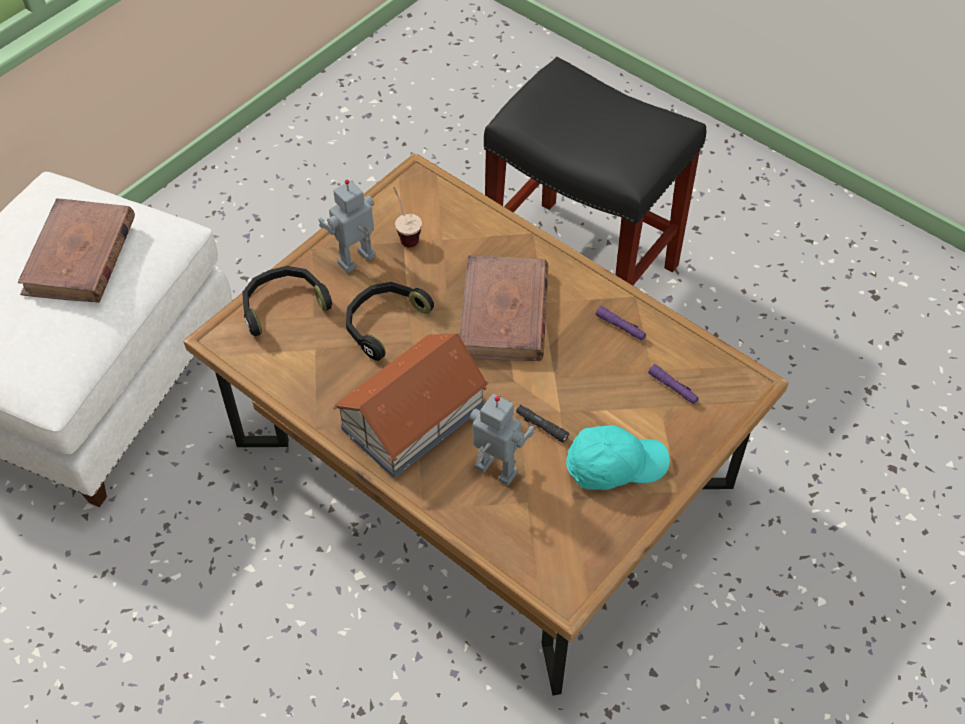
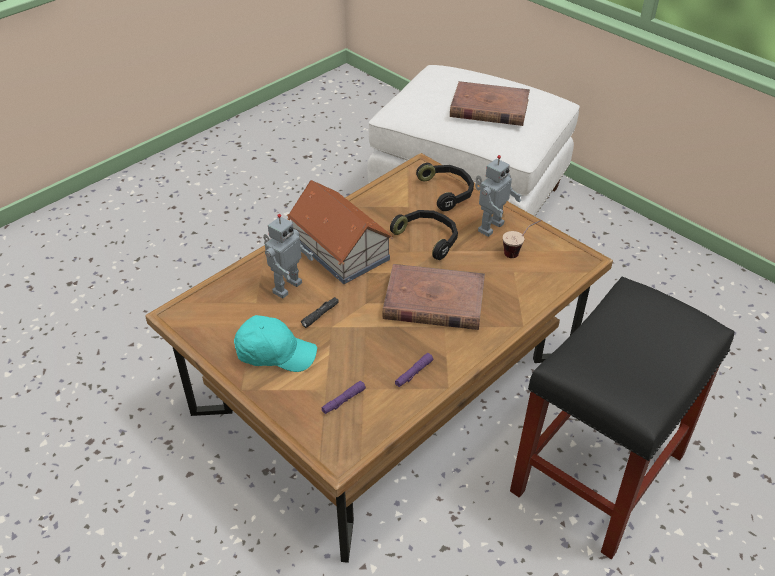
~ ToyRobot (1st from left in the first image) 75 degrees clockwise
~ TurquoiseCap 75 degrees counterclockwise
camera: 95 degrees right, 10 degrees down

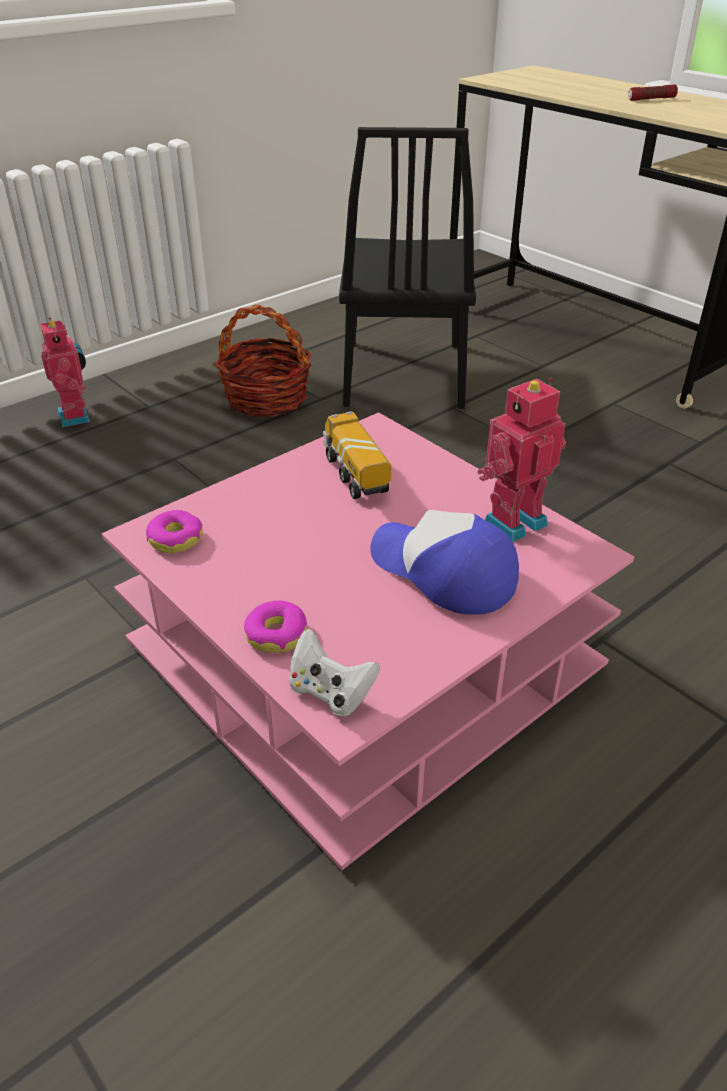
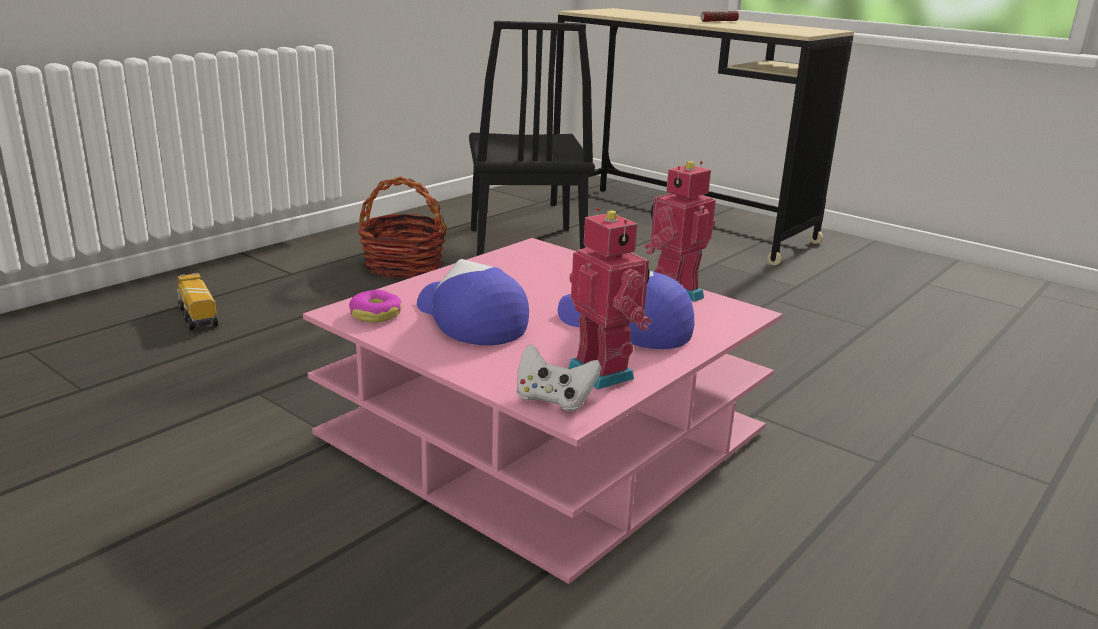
- Donut (2nd from left)
+ Cap (1st from left)
~ ToyRobot (1st from left)
~ ToyTruck
camera: 10 degrees left, 15 degrees down

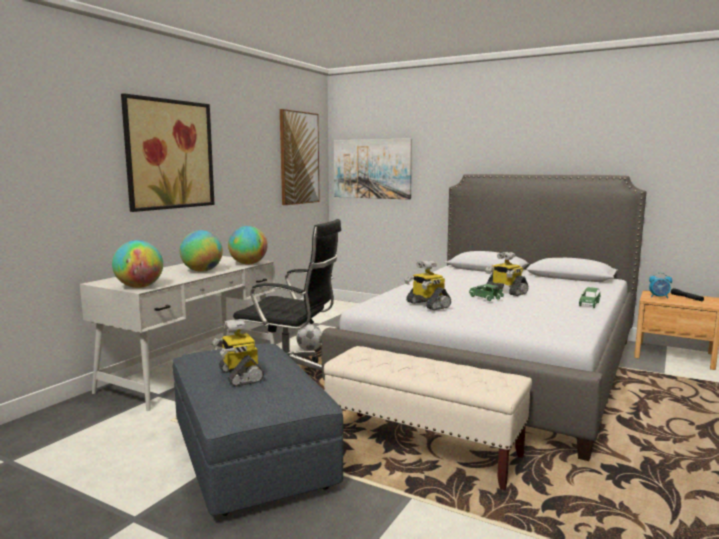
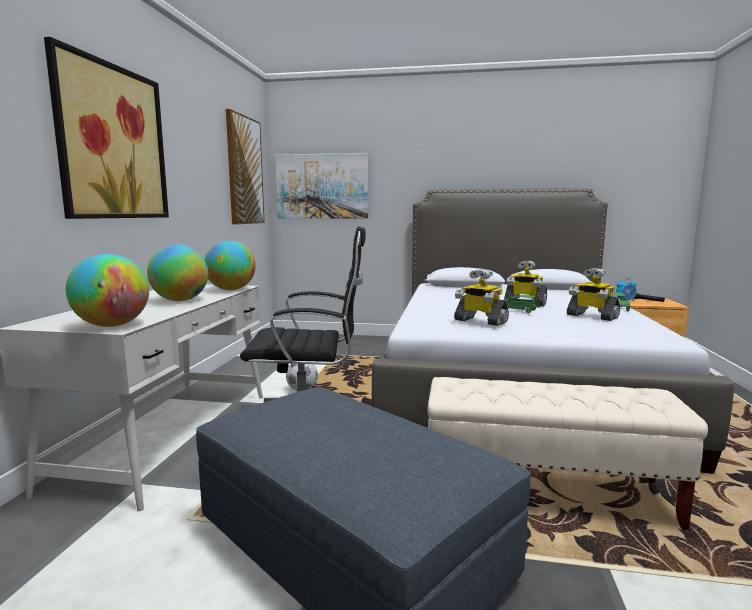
~ ToyRobot (1st from left in the first image) to ToyRobot (3rd from left)
camera: 20 degrees left, 0 degrees up

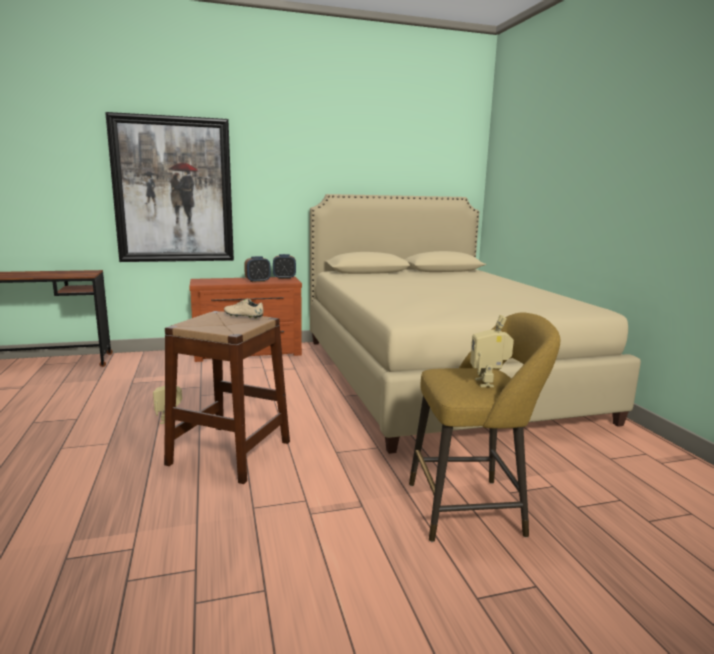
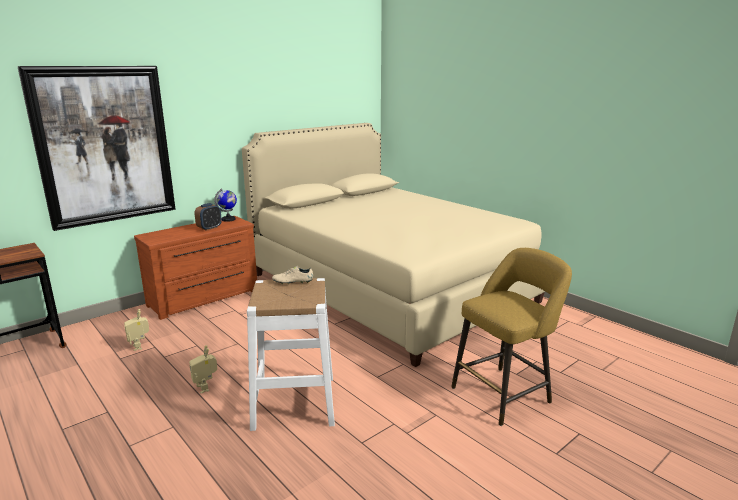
~ ToyRobot (2nd from left in the first image) to ToyRobot (1st from left)
~ AlarmClock (2nd from left) to Globe
~ BrownStool to WhiteStool
camera: 25 degrees left, 5 degrees up

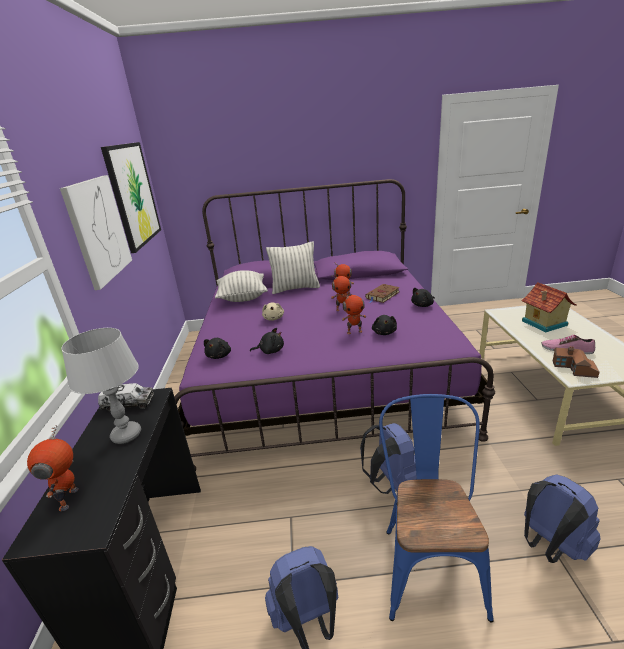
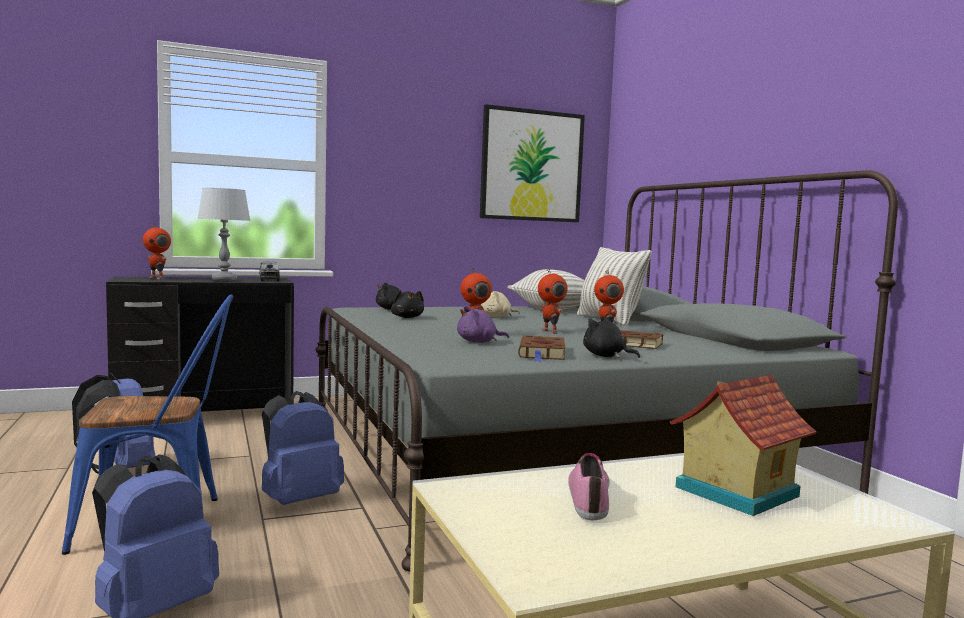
- Picture (1st from left)
- ToyHouse (2nd from left)
+ BrownBook (1st from left)
~ PurpleBed to GreyBed
~ BlackPlushToy (3rd from left) to PurplePlushToy
~ ToyRobot (1st from left) 120 degrees counterclockwise
camera: 70 degrees right, 20 degrees down

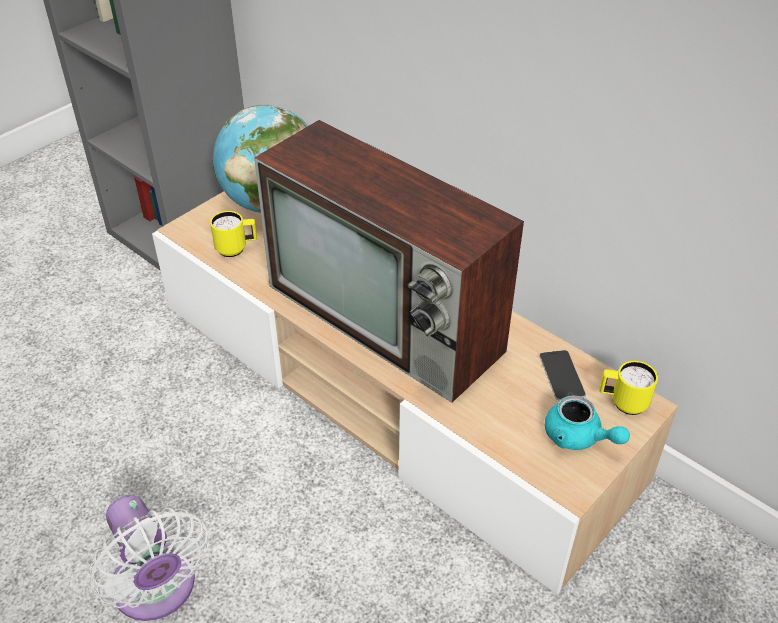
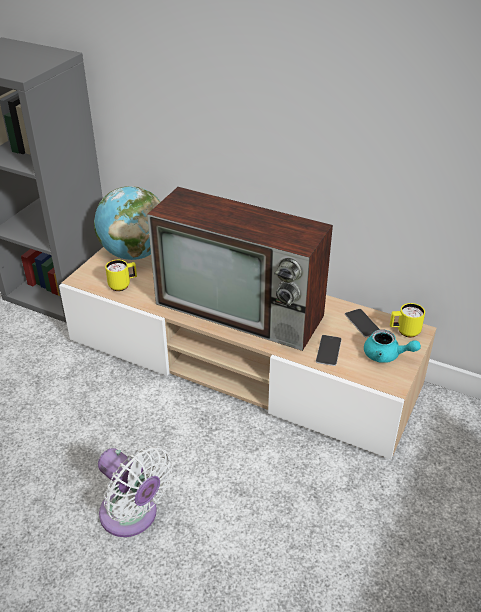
+ Phone (1st from left)
camera: 15 degrees left, 5 degrees down

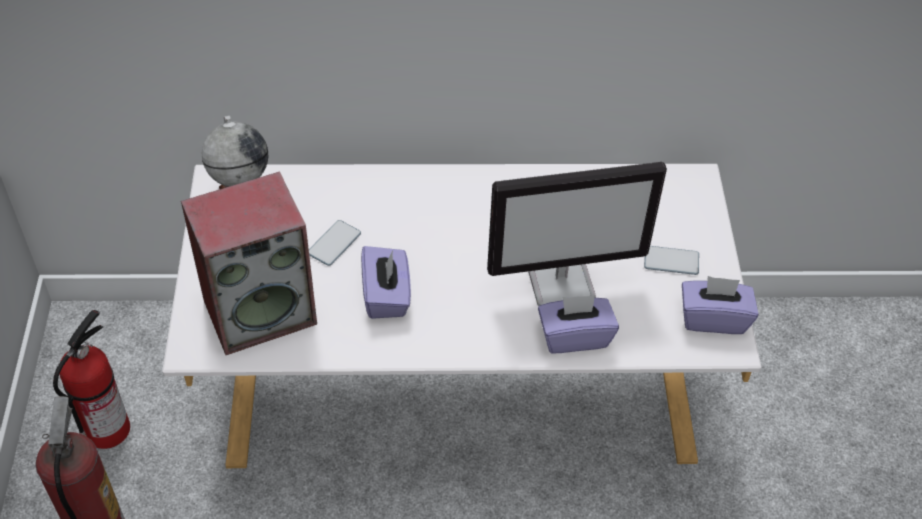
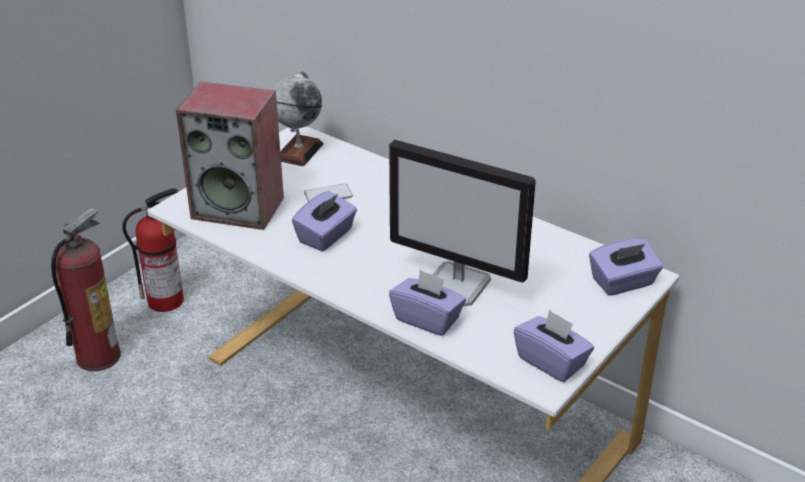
- Phone (2nd from left)
+ PurpleTissueBox (4th from left)
camera: 40 degrees right, 15 degrees down

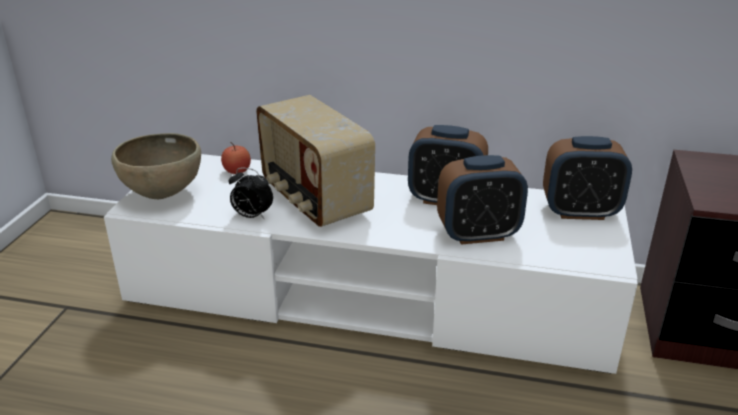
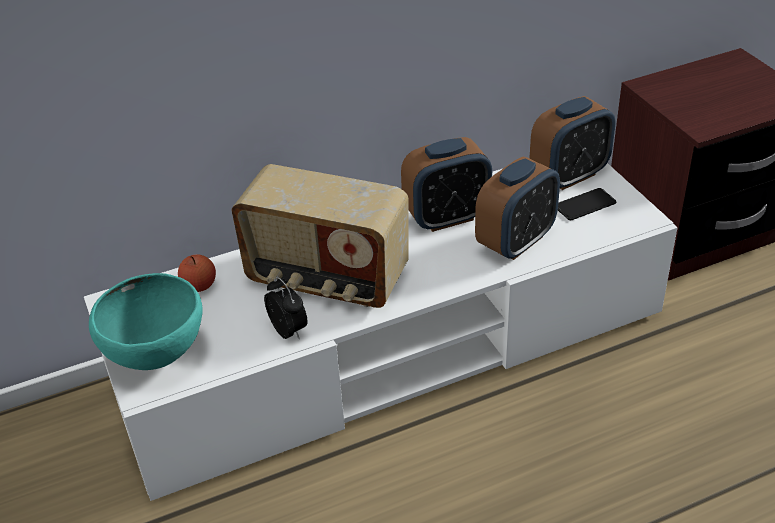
+ Phone
~ BrownBowl to TurquoiseBowl
~ AlarmClock (1st from left) 105 degrees counterclockwise
camera: 35 degrees left, 10 degrees up

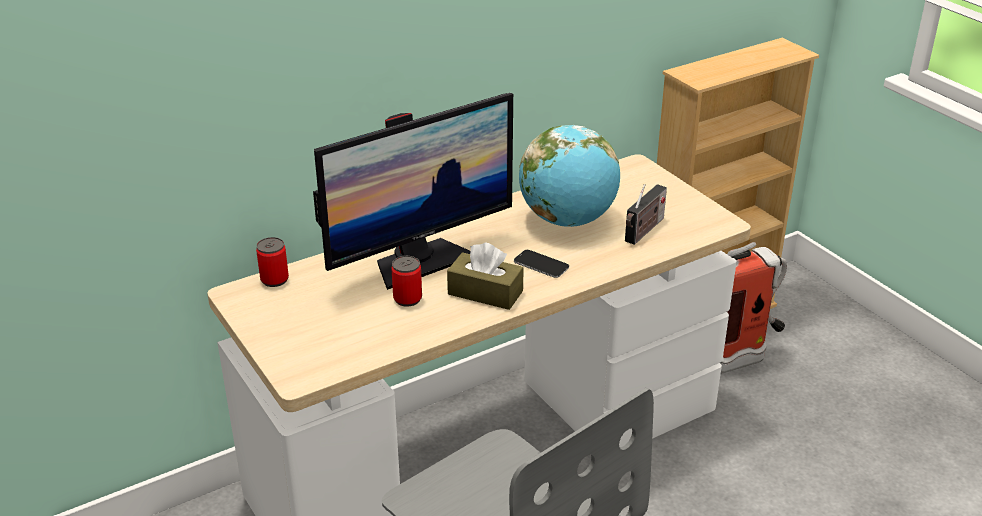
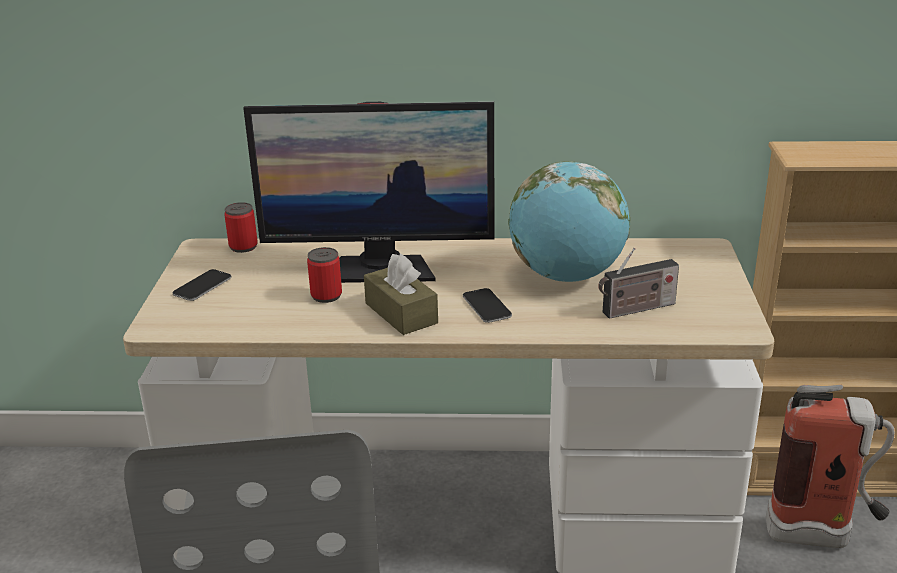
+ Phone (1st from left)
camera: 35 degrees right, 5 degrees down

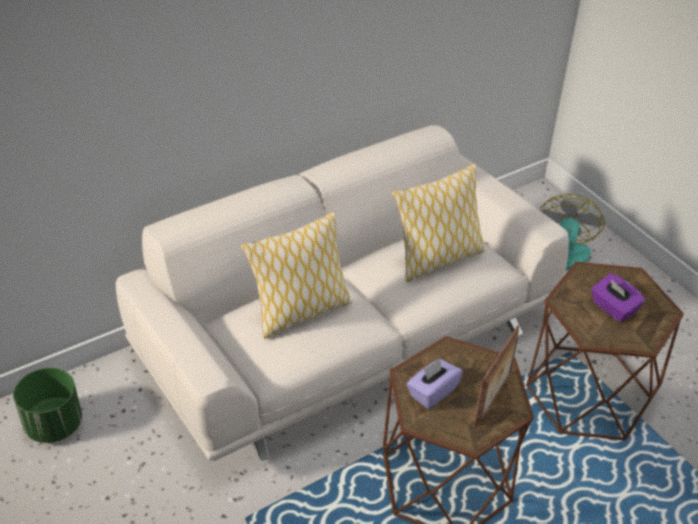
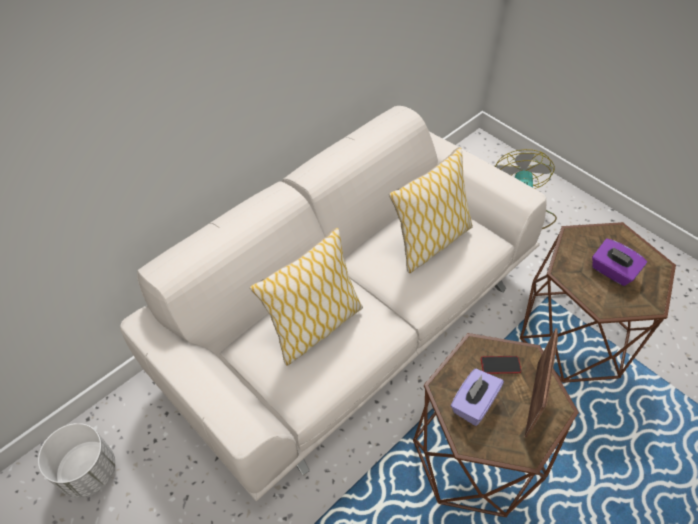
+ Phone
~ GreenPlanter to WhitePlanter
camera: 10 degrees left, 10 degrees up

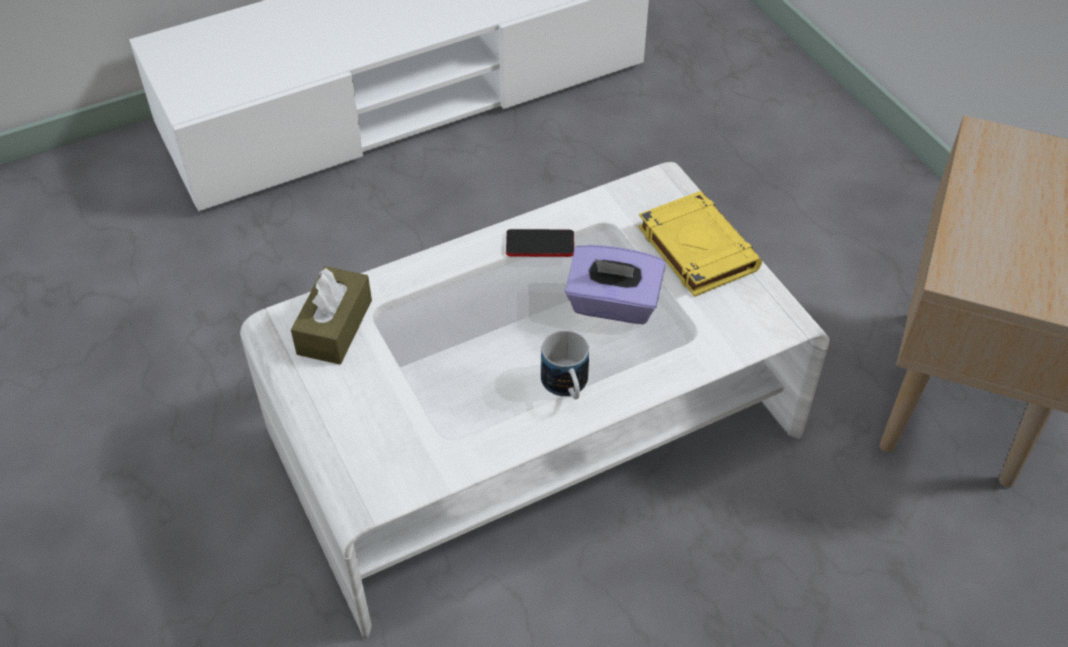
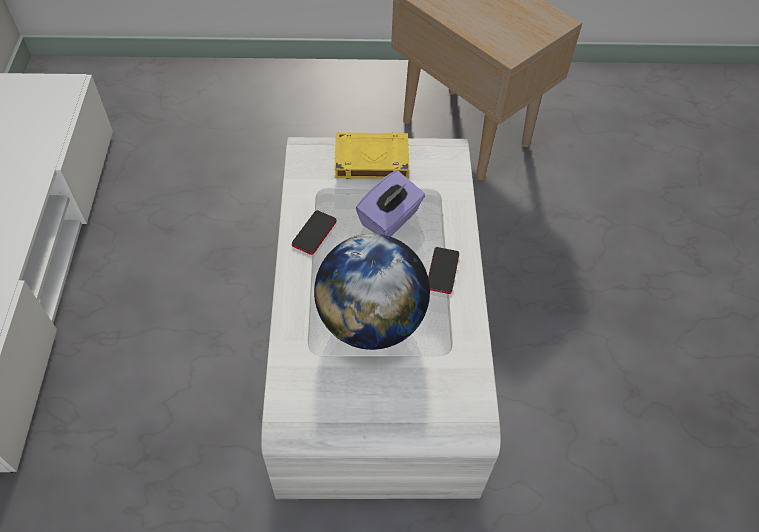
- BrownTissueBox
+ Globe
~ Mug to Phone (2nd from left)
camera: 65 degrees left, 5 degrees up

